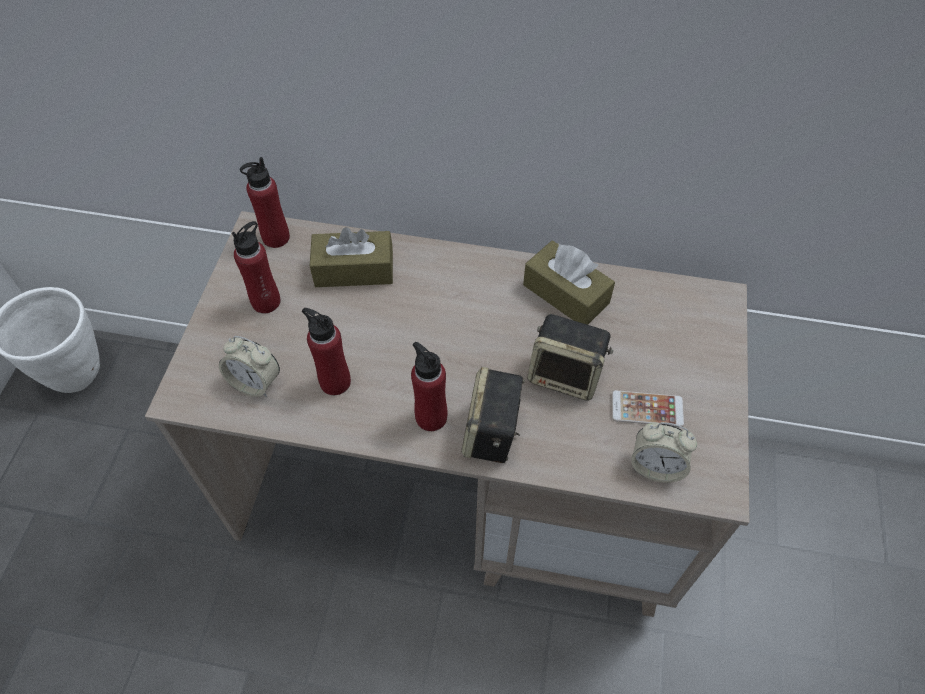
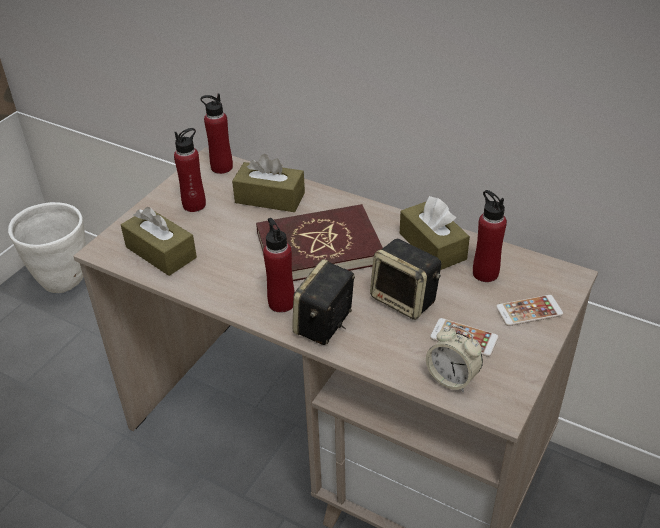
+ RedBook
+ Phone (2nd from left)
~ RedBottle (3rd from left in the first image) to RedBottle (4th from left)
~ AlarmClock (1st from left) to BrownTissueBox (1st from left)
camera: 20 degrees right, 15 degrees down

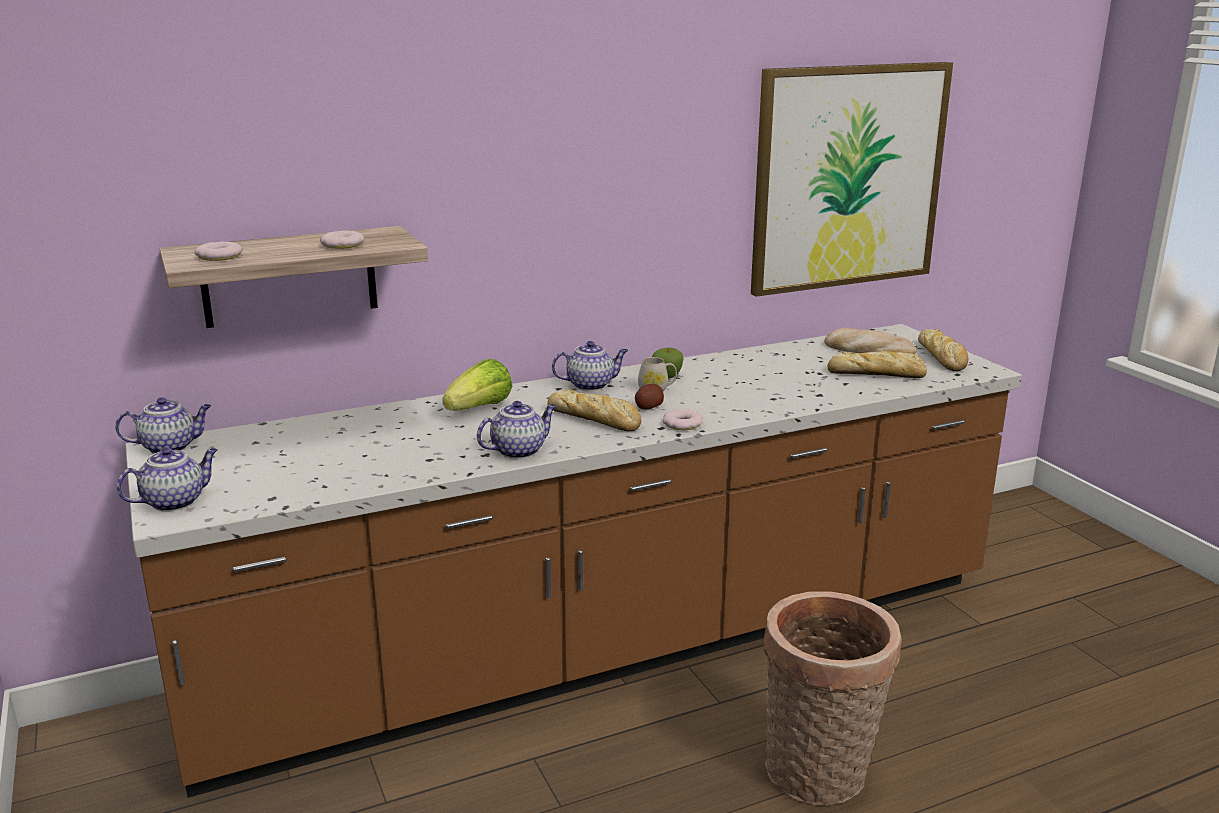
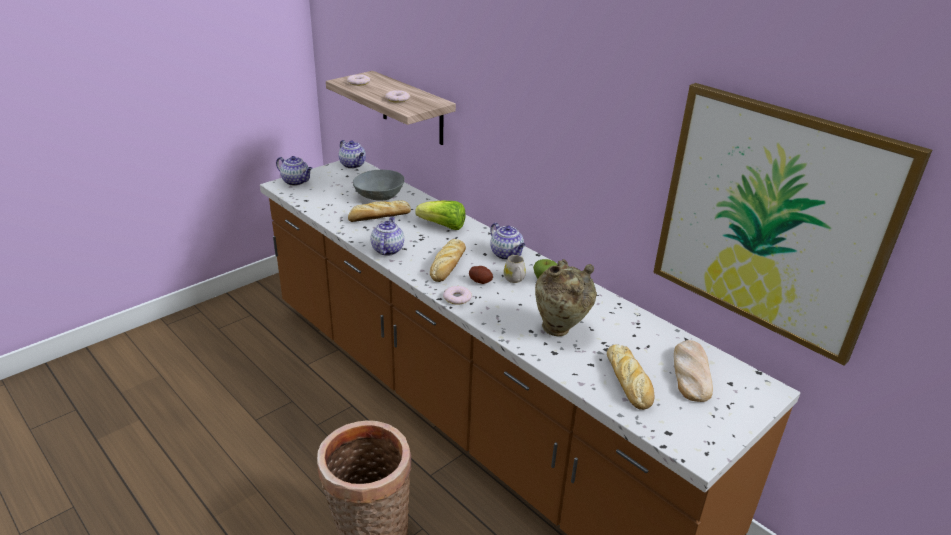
+ GreyBowl
+ BeigeVase
~ Bread (4th from left in the first image) to Bread (1st from left)
~ Teapot (3rd from left) 120 degrees counterclockwise
camera: 70 degrees right, 10 degrees up

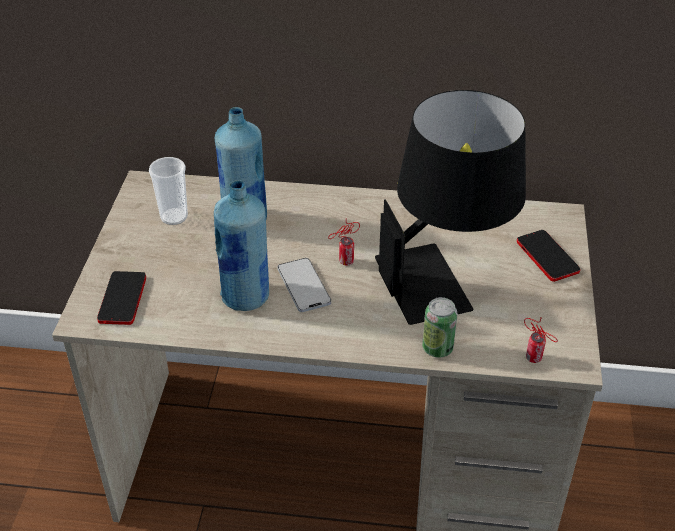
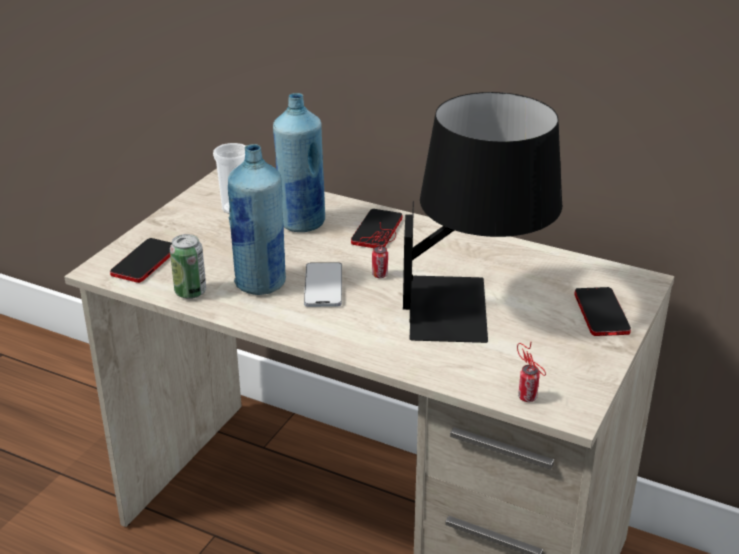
+ Phone (3rd from left)
~ Can (2nd from left in the first image) to Can (1st from left)
camera: 20 degrees right, 10 degrees down

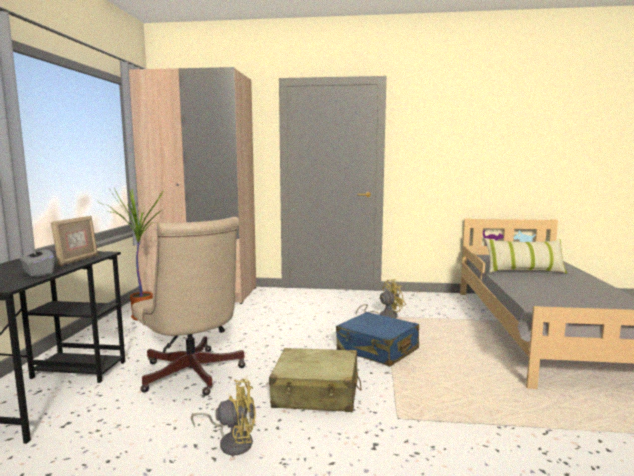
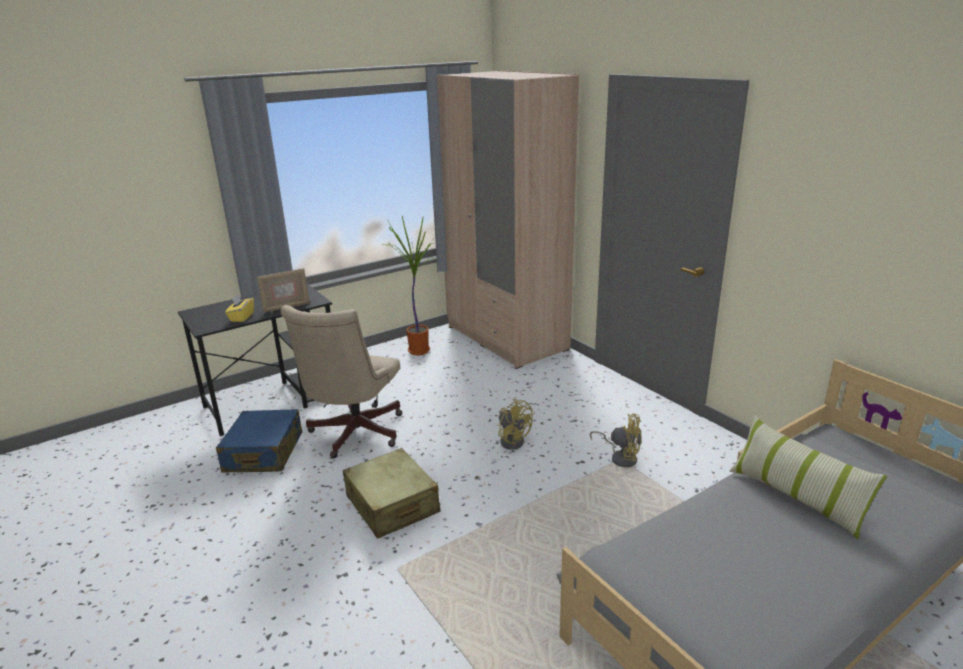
~ YellowFan (1st from left)
~ BlueSuitcase
~ GreyTissueBox to YellowTissueBox
camera: 50 degrees right, 15 degrees up

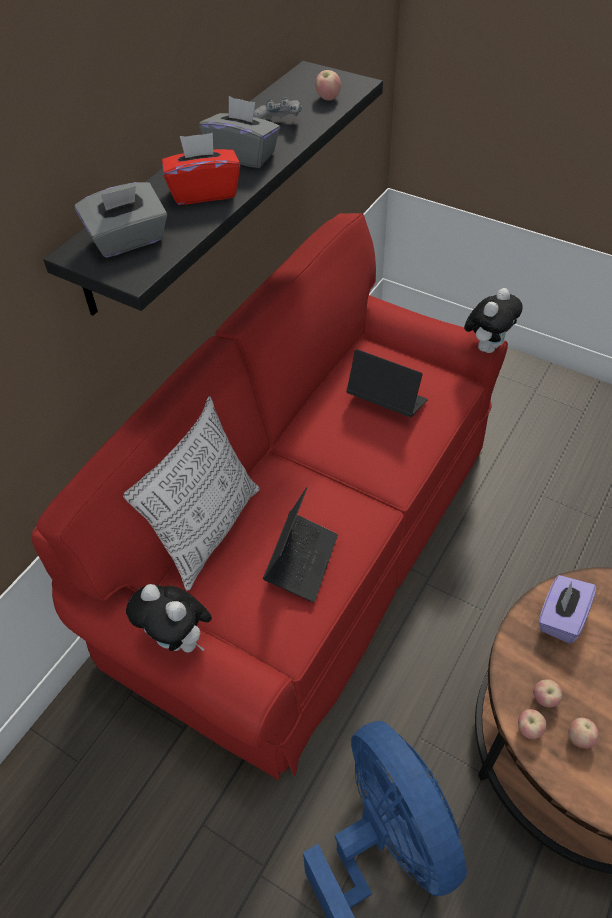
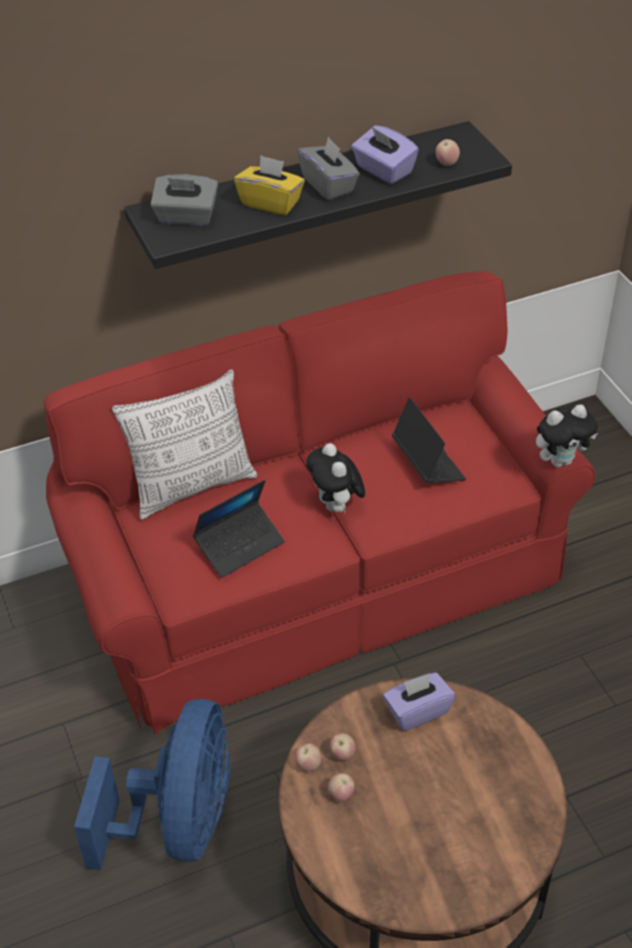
~ PlushToy (1st from left)
~ GreyGameController to PurpleTissueBox (1st from left)
~ RedTissueBox to YellowTissueBox
camera: 35 degrees right, 5 degrees down

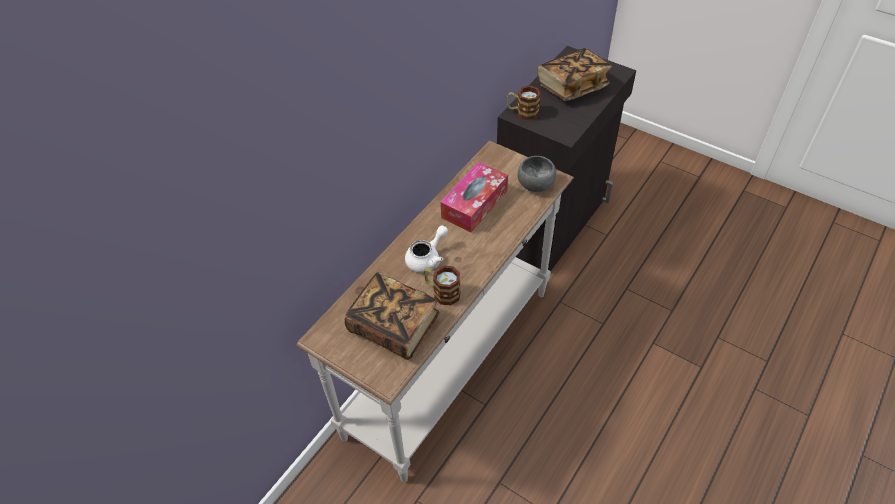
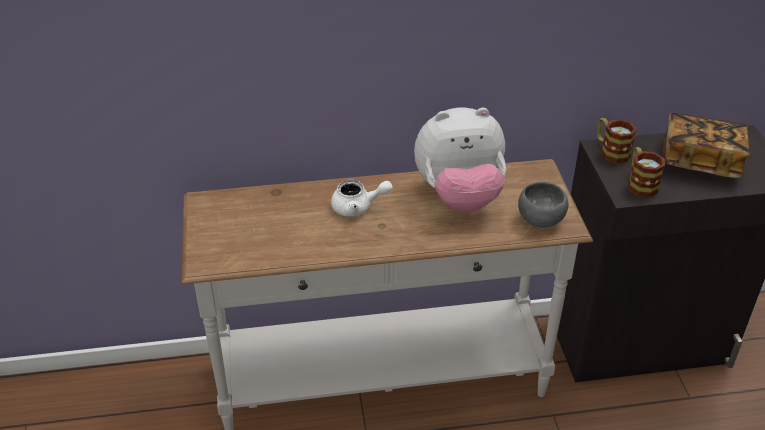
- Book (1st from left)
~ Mug (1st from left in the first image) to Mug (2nd from left)
~ TissueBox to PlushToy
camera: 45 degrees right, 10 degrees down

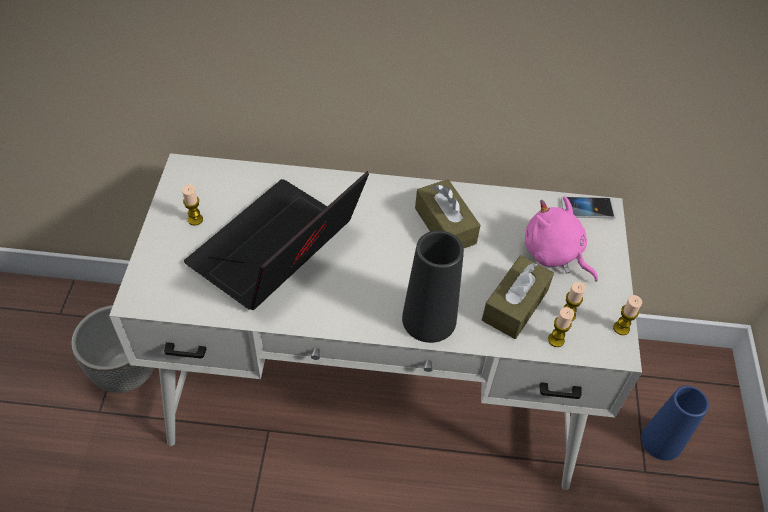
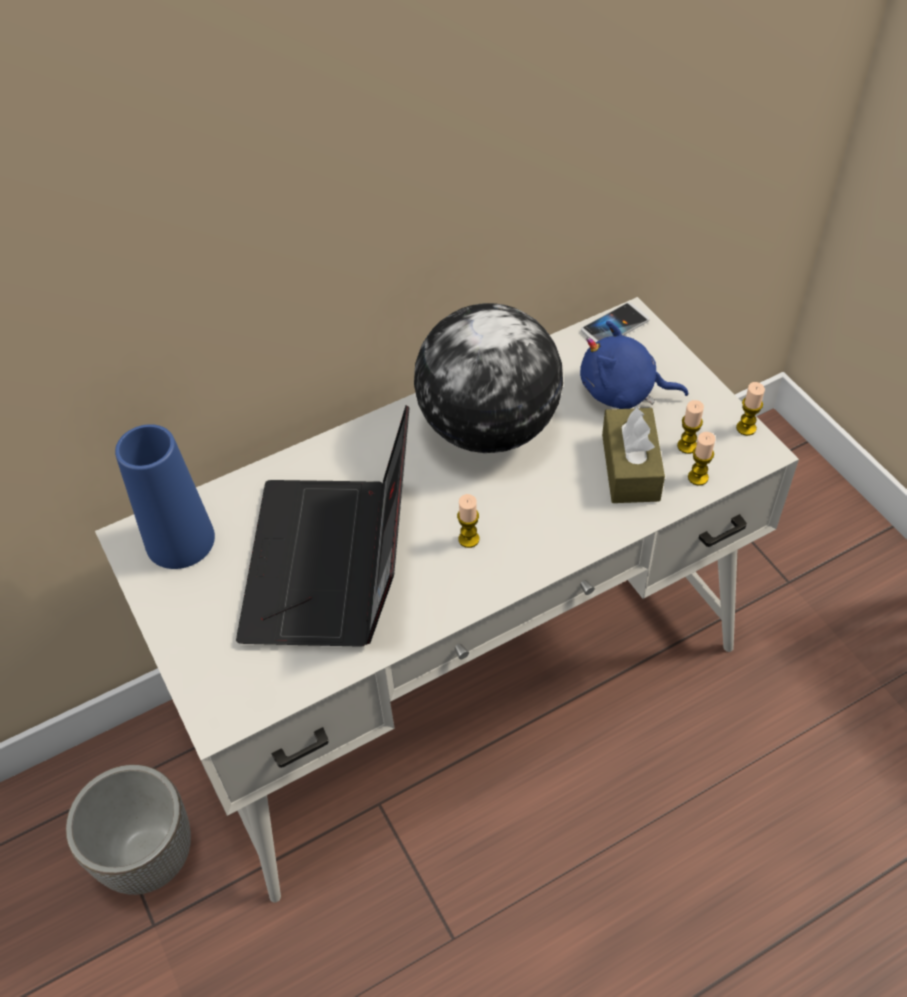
- BlackVase
~ Candle (1st from left)
~ BlueVase
~ BrownTissueBox (1st from left) to Globe
~ PinkPlushToy to BluePlushToy
camera: 30 degrees left, 0 degrees up

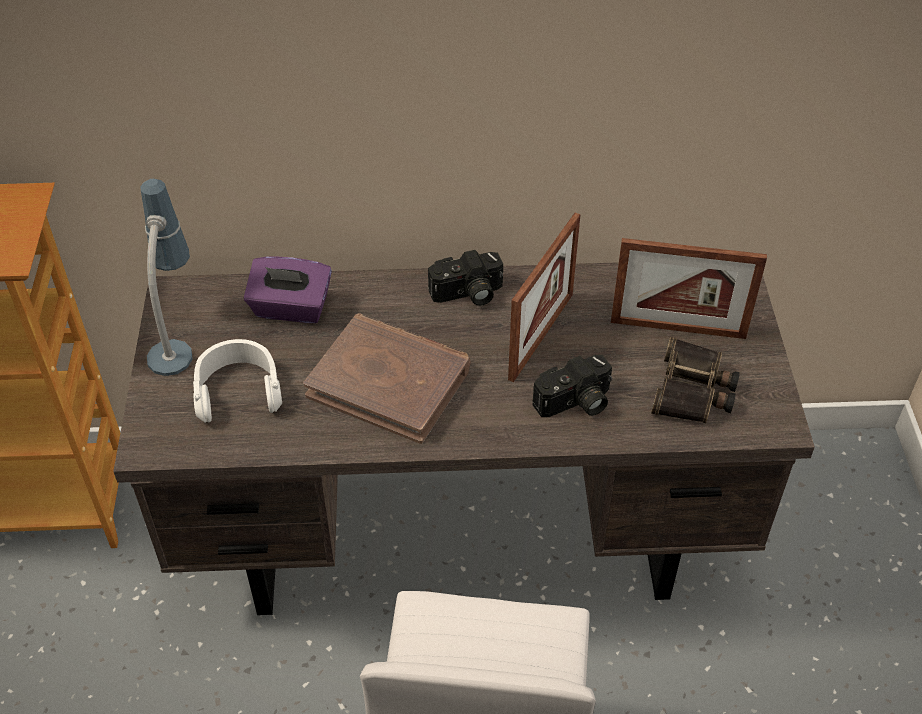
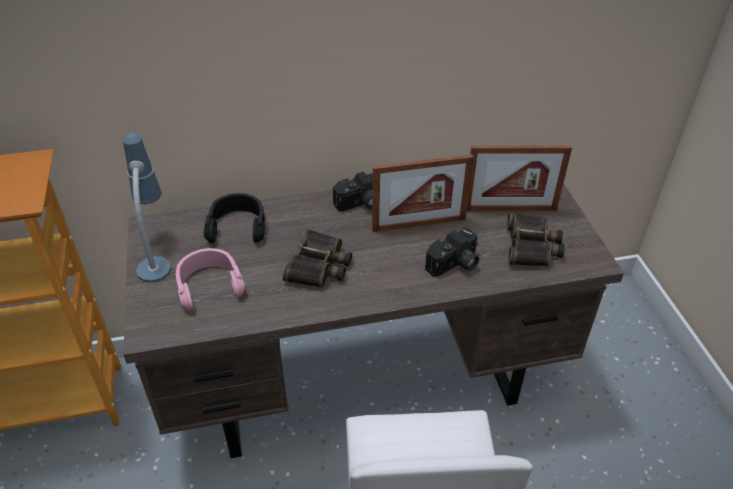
~ PurpleTissueBox to BlackHeadphones
~ BrownBook to Binoculars (1st from left)
~ WhiteHeadphones to PinkHeadphones
~ PictureFrame (1st from left) 60 degrees clockwise
camera: 10 degrees left, 5 degrees down

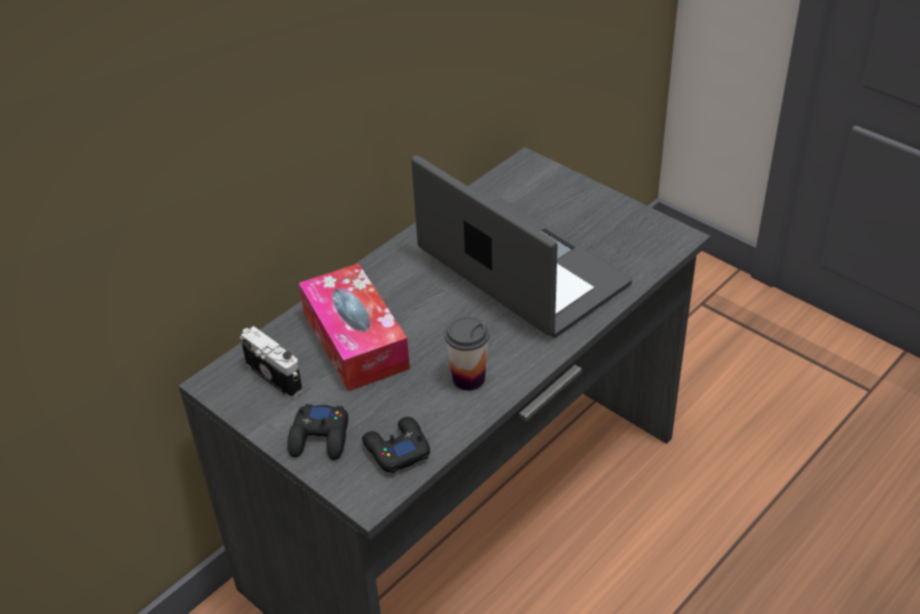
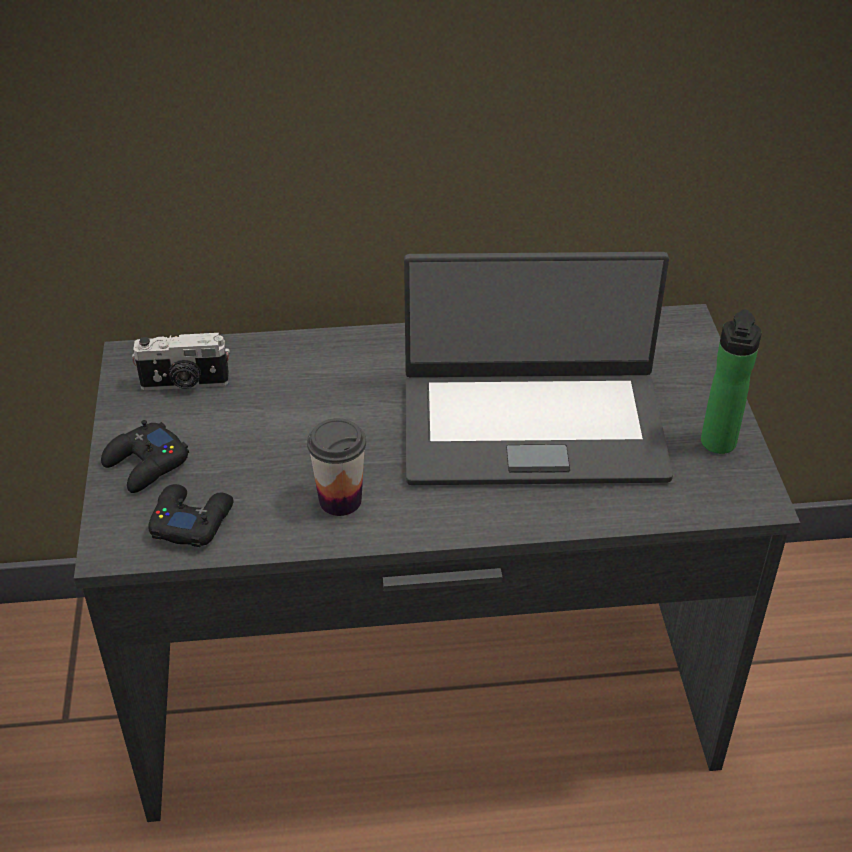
- TissueBox
+ Bottle
~ PhotoCamera 90 degrees clockwise
~ Laptop 90 degrees clockwise
camera: 40 degrees right, 0 degrees up

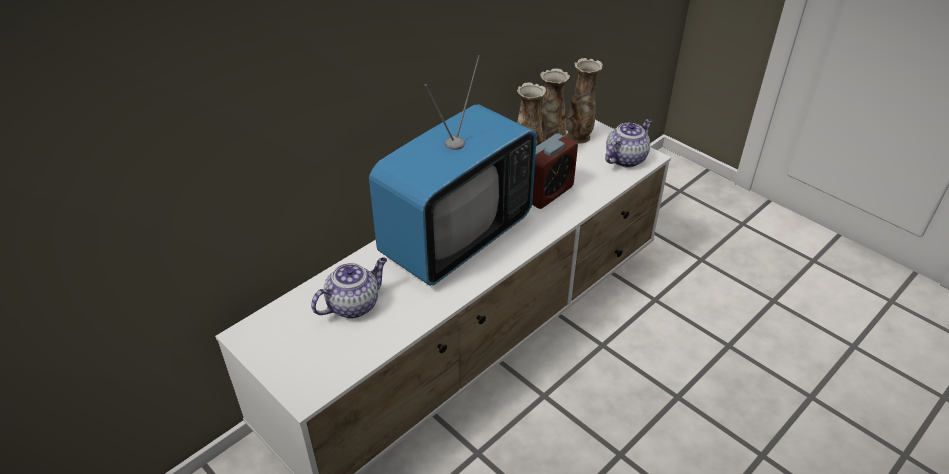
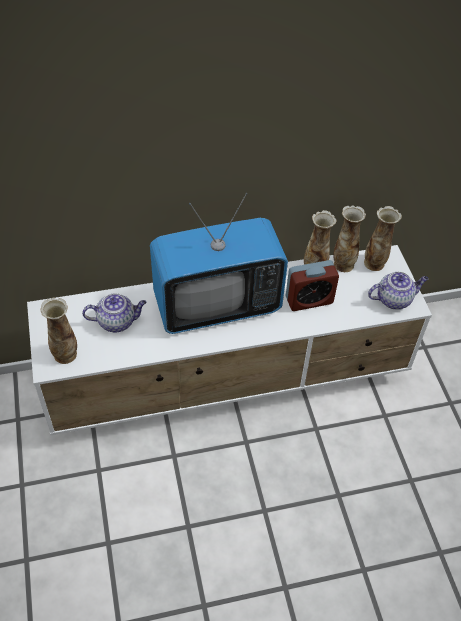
+ Vase (1st from left)
camera: 30 degrees right, 10 degrees up

